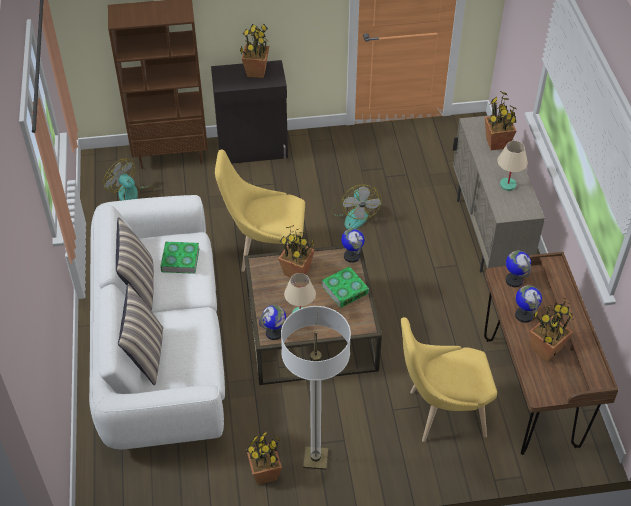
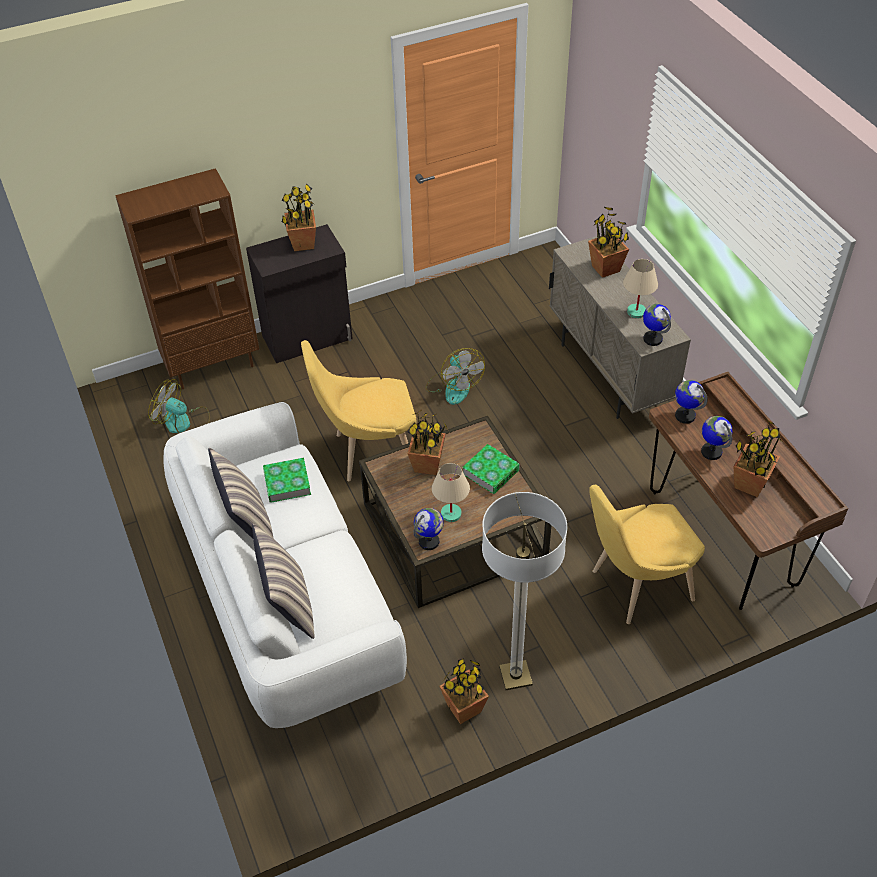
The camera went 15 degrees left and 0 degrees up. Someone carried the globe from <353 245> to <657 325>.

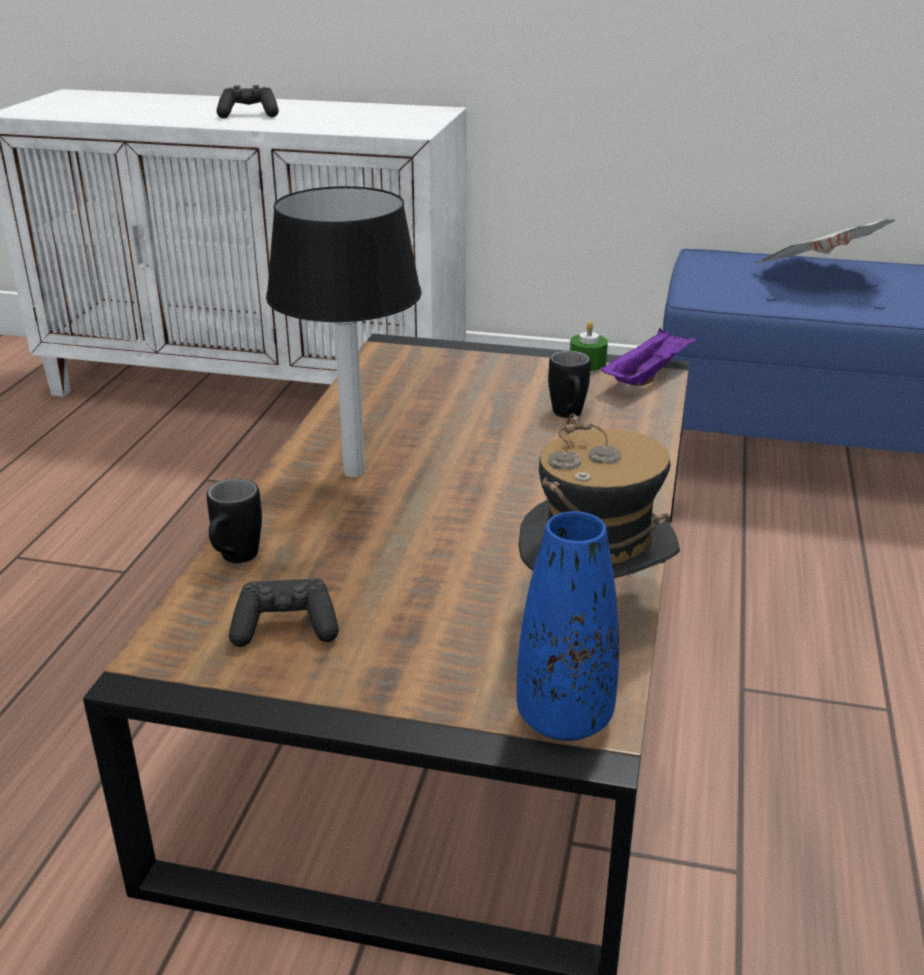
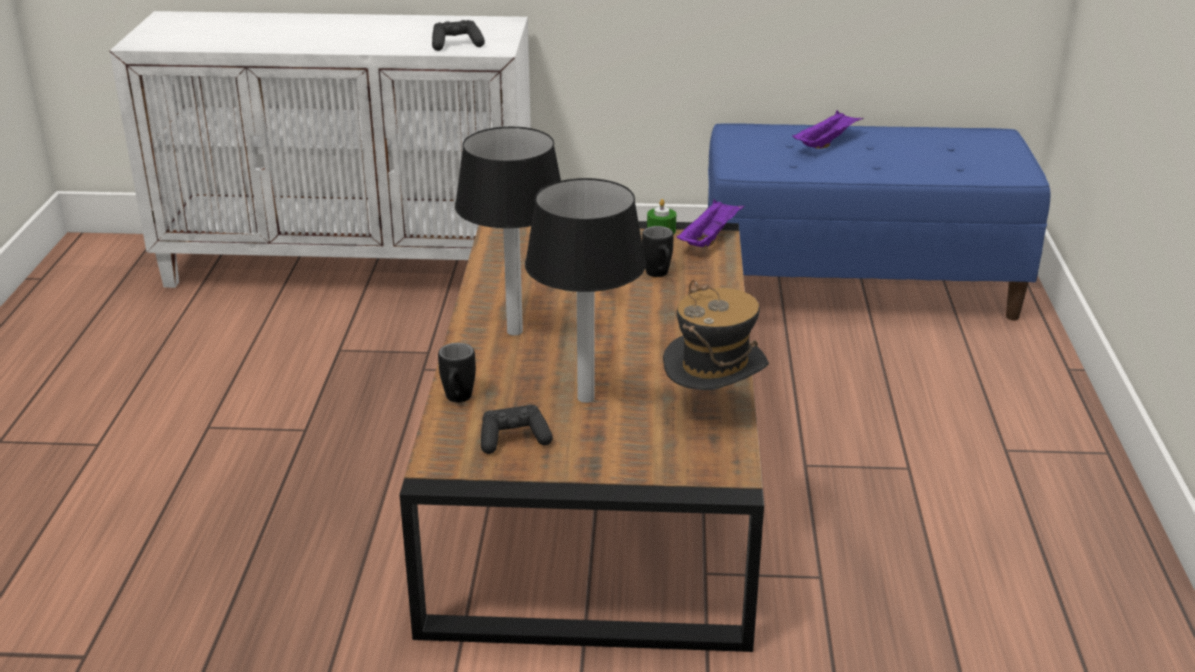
The camera went 10 degrees left and 0 degrees up. Someone carried the black game controller from <248 101> to <458 35>. Someone took away the blue vase at <568 626>. Someone swapped the newspaper at <825 241> for the purple tray at <828 129>. Someone put down the table lamp at <585 290>.

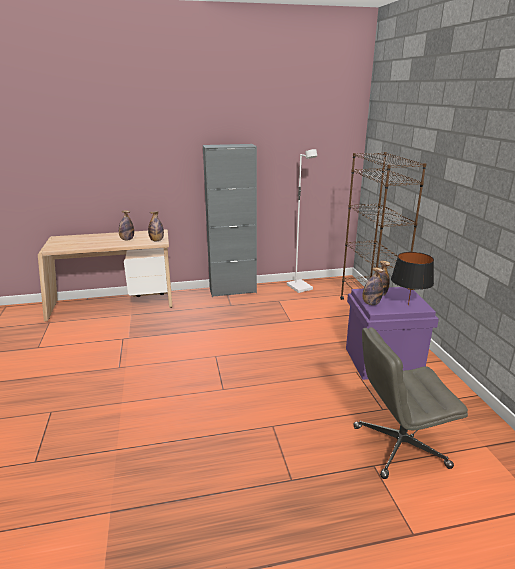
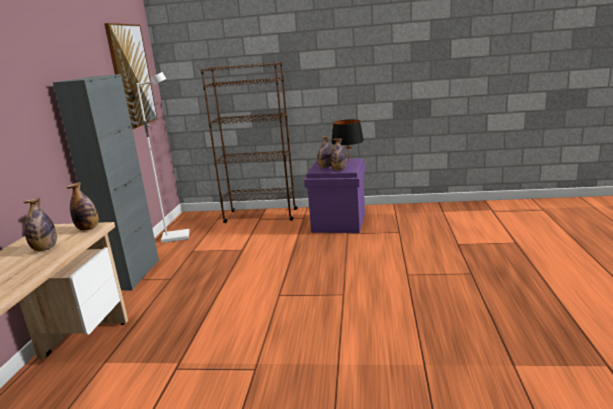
The camera went 70 degrees left and 5 degrees down. Someone took away the grey office chair at <411 403>. Someone put up the picture at <131 76>.

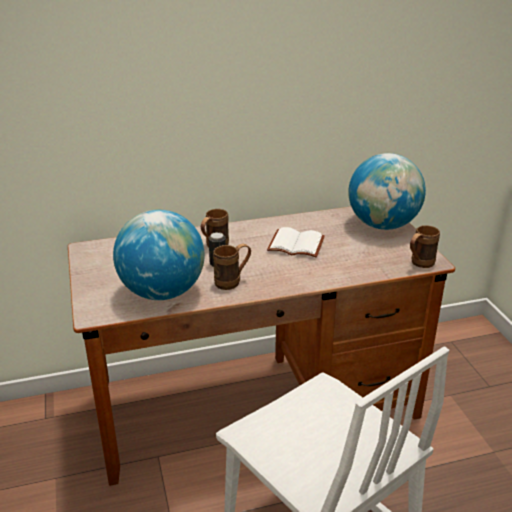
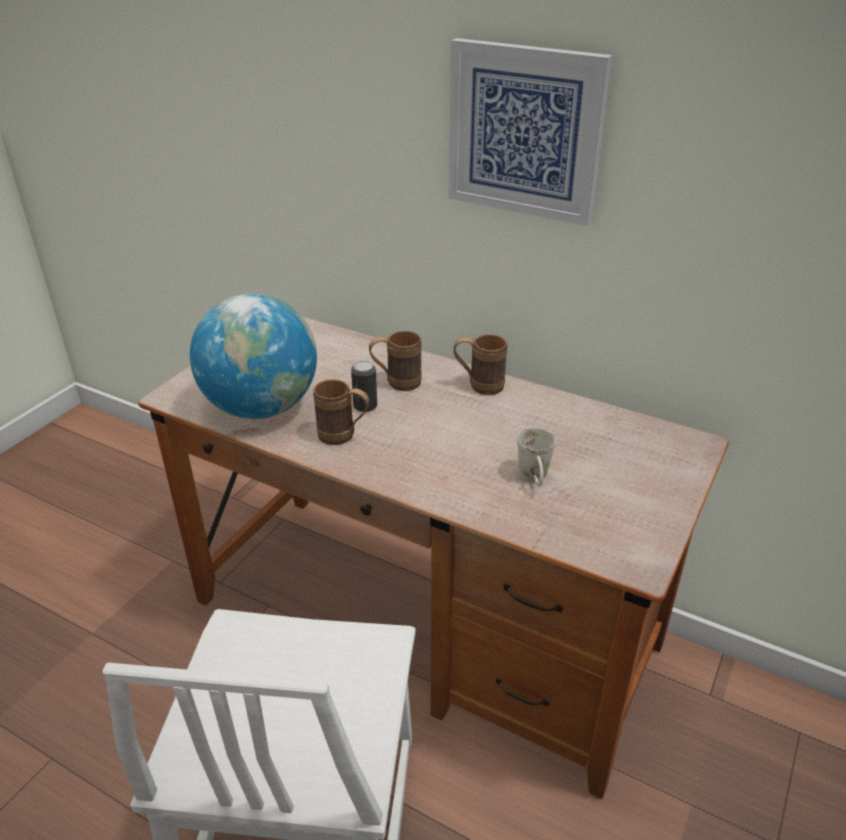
The camera went 45 degrees right and 5 degrees up. Someone took away the white book at <296 242>. Someone took away the globe at <387 191>. Someone carried the brown mug from <425 246> to <480 364>. Someone put up the picture at <530 132>. Someone put down the white mug at <536 456>.

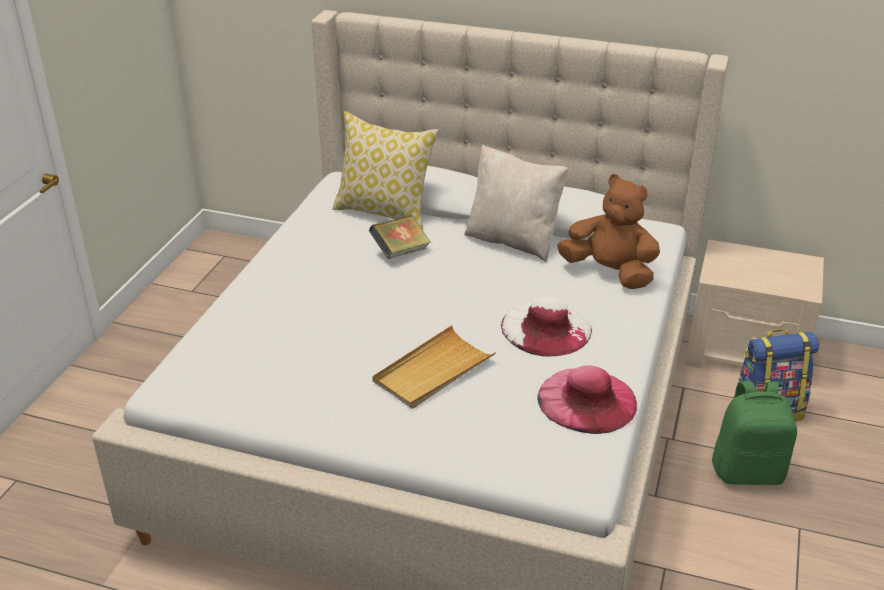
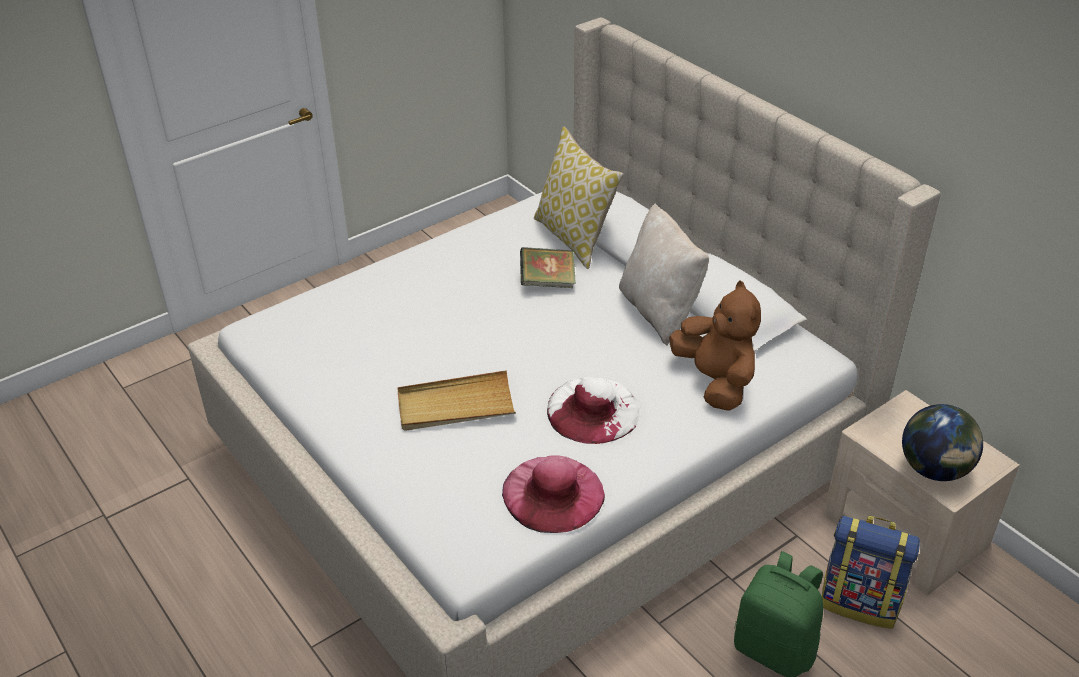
The camera went 35 degrees right and 5 degrees up. Someone put down the globe at <942 442>.

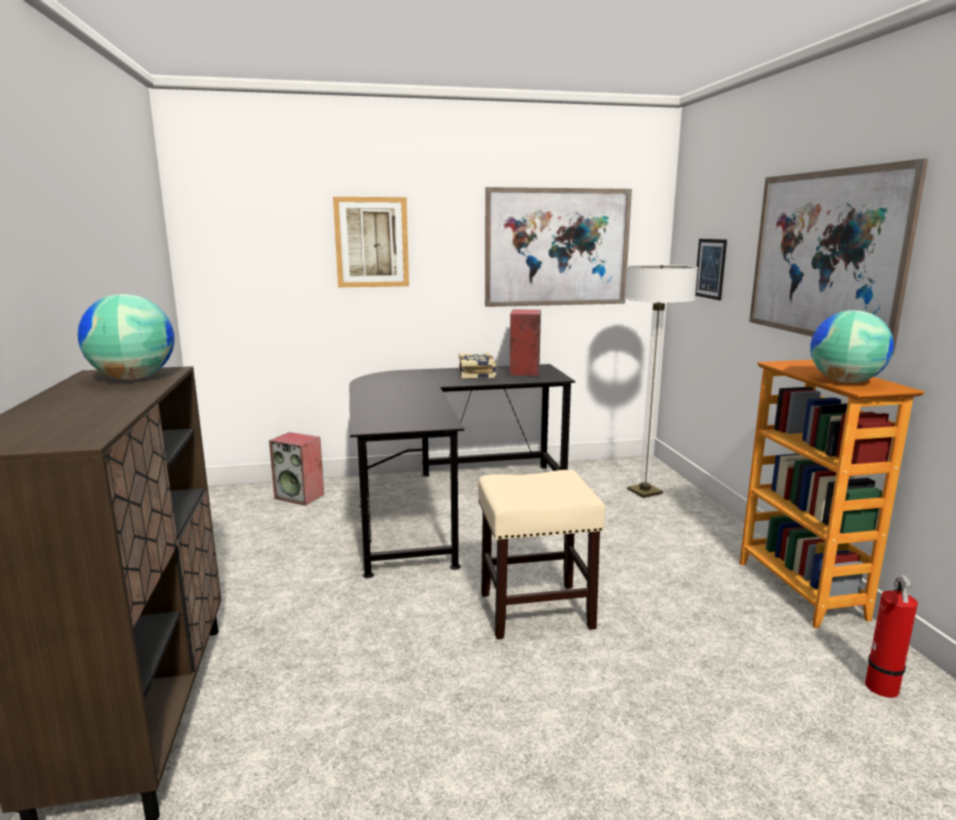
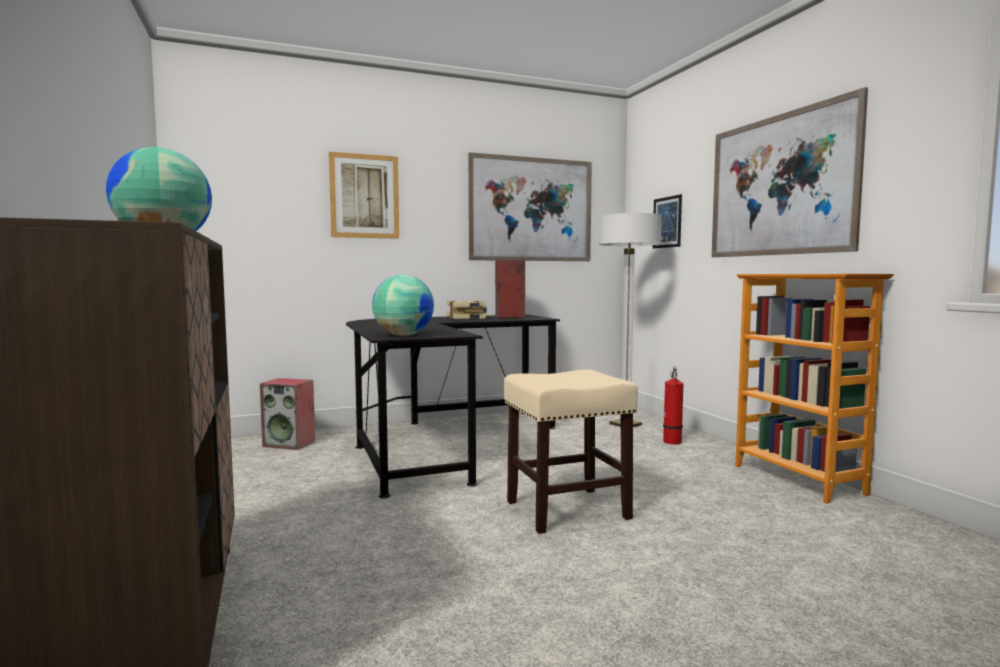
The camera went 10 degrees left and 10 degrees down. Someone carried the globe from <852 346> to <403 305>. Someone carried the fire extinguisher from <891 636> to <673 405>.

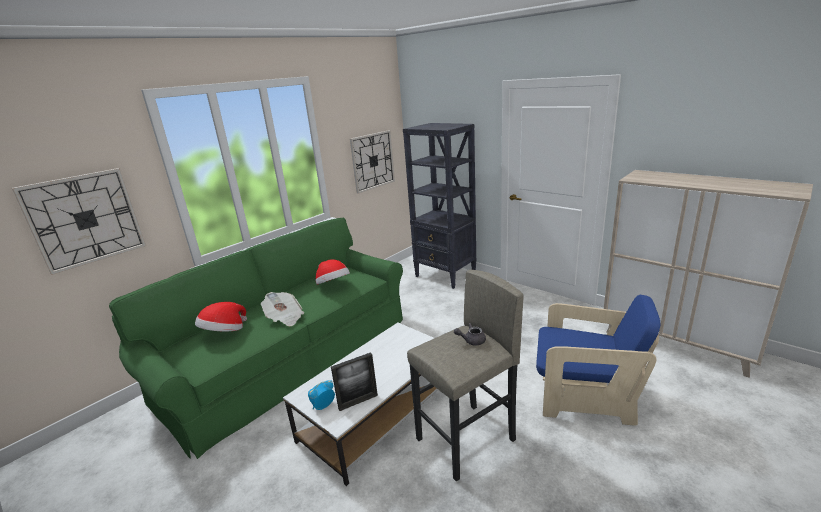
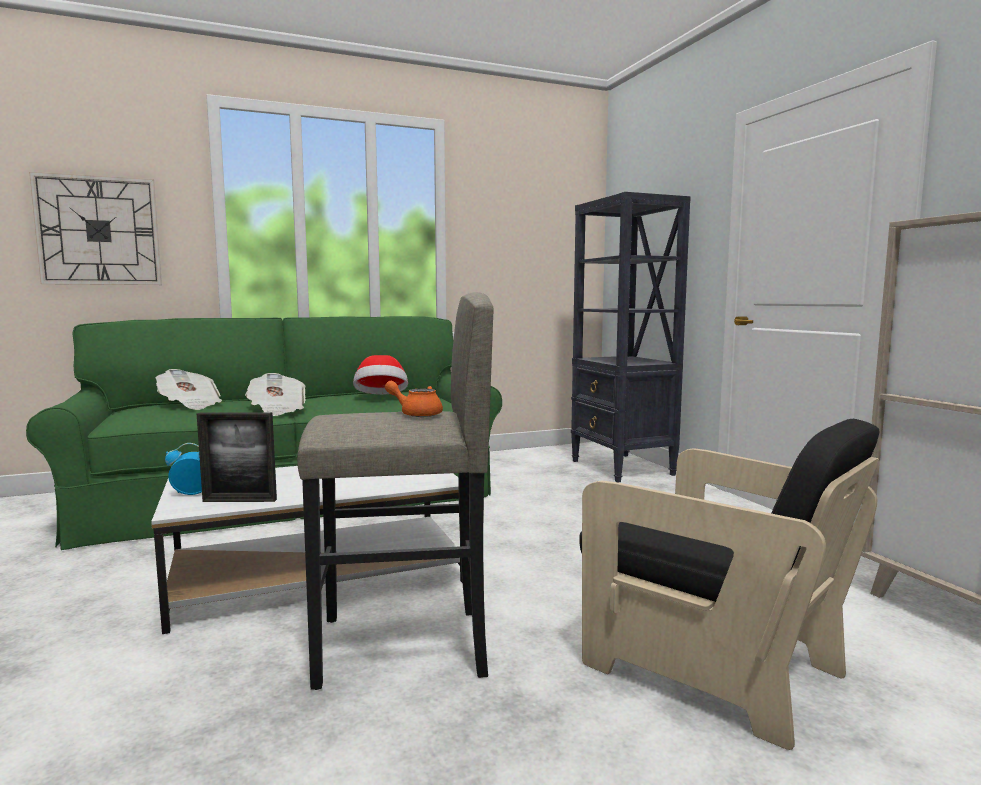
The camera went 25 degrees right and 15 degrees down. Someone swapped the hat at <221 316> for the newspaper at <189 389>. Someone took away the wall clock at <372 162>. Someone repainted the grey teapot at <470 334>, which became the orange teapot at <414 399>. Someone repainted the blue armchair at <598 360>, which became the black armchair at <729 584>.

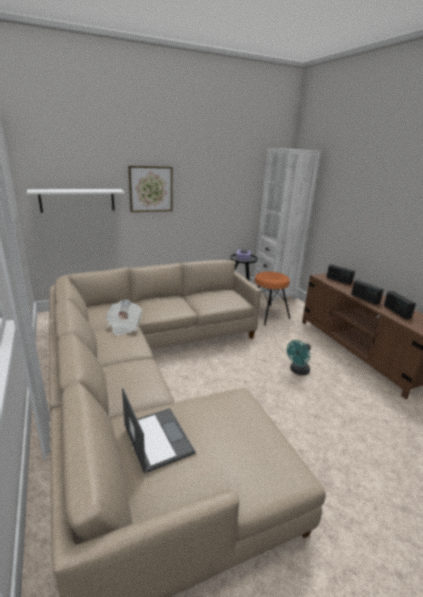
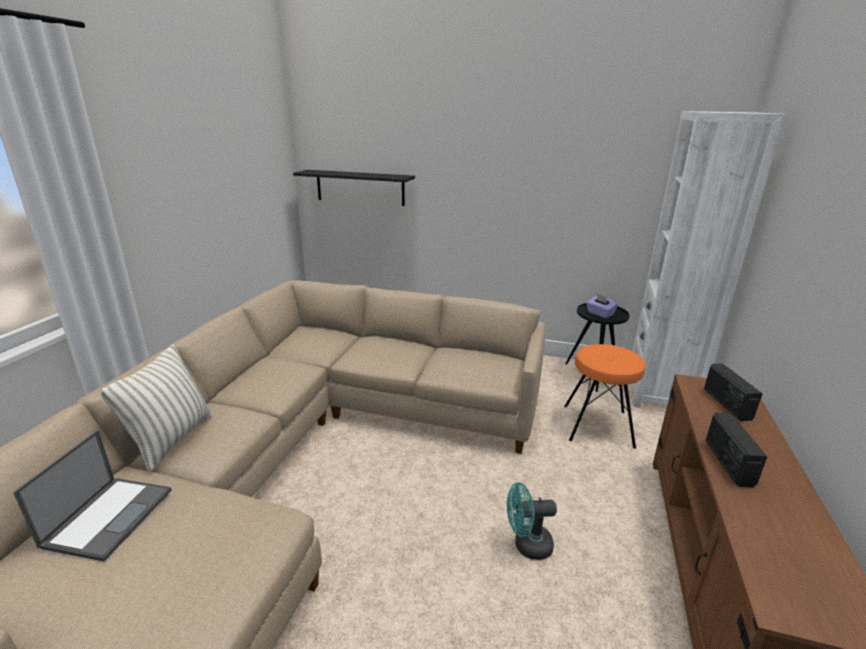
The camera went 40 degrees right and 0 degrees up. Someone repainted the white shelf at <76 201>, which became the black shelf at <354 188>. Someone took away the newspaper at <124 318>. Someone took away the picture at <150 189>. Someone took away the radio at <400 305>. Someone put down the pillow at <156 408>.

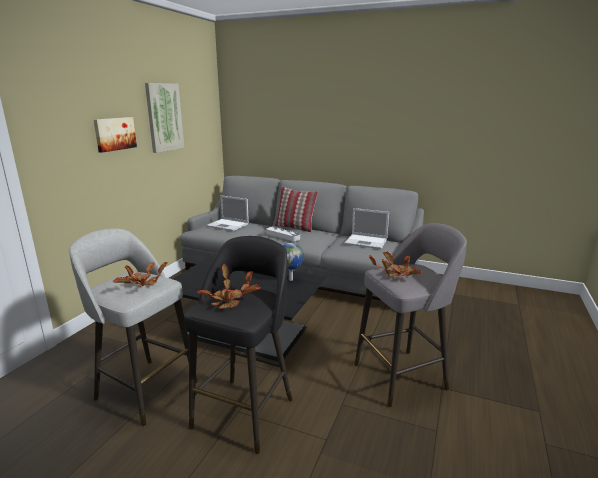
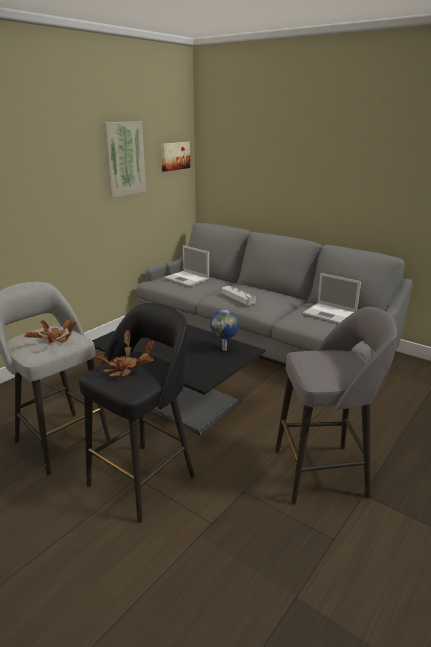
The camera went 15 degrees right and 5 degrees up. Someone carried the picture from <115 135> to <175 157>. Someone took away the pillow at <296 209>. Someone took away the potted plant at <395 265>.

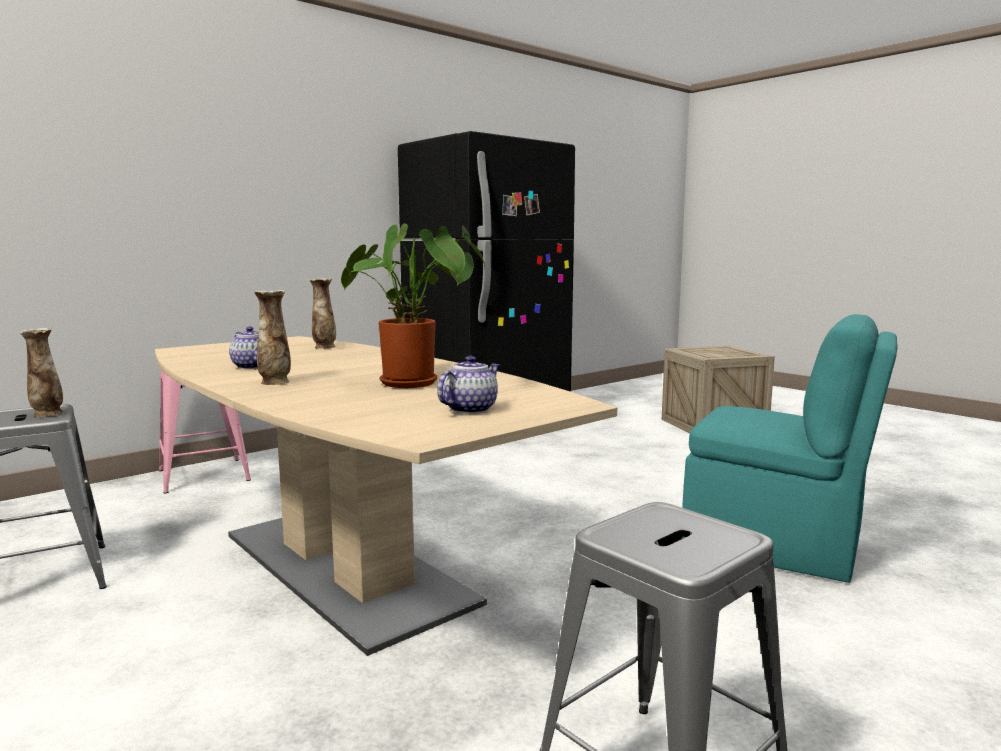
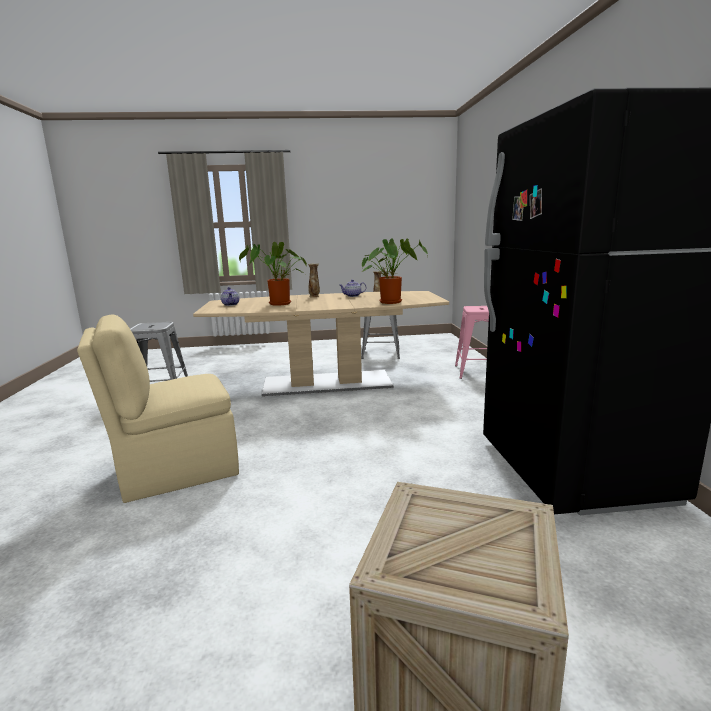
The camera went 125 degrees right and 5 degrees up. Someone swapped the vase at <322 313> for the potted plant at <395 271>. Someone repainted the turquoise chair at <790 448>, which became the beige chair at <158 408>.

